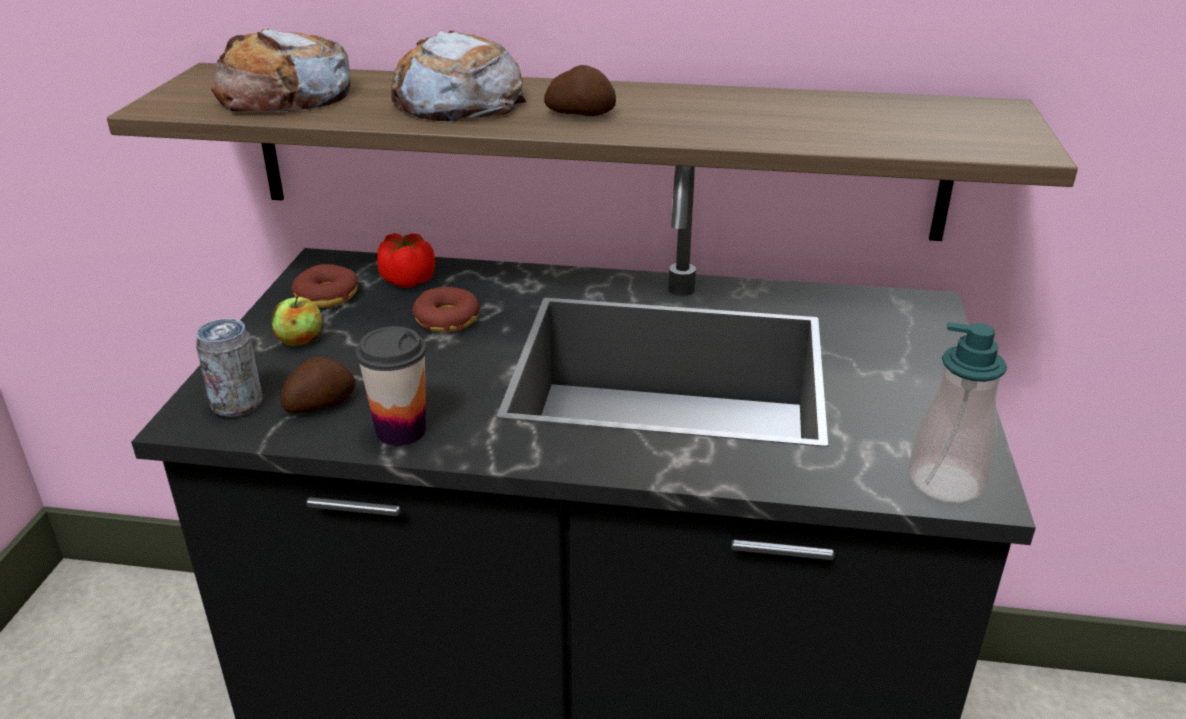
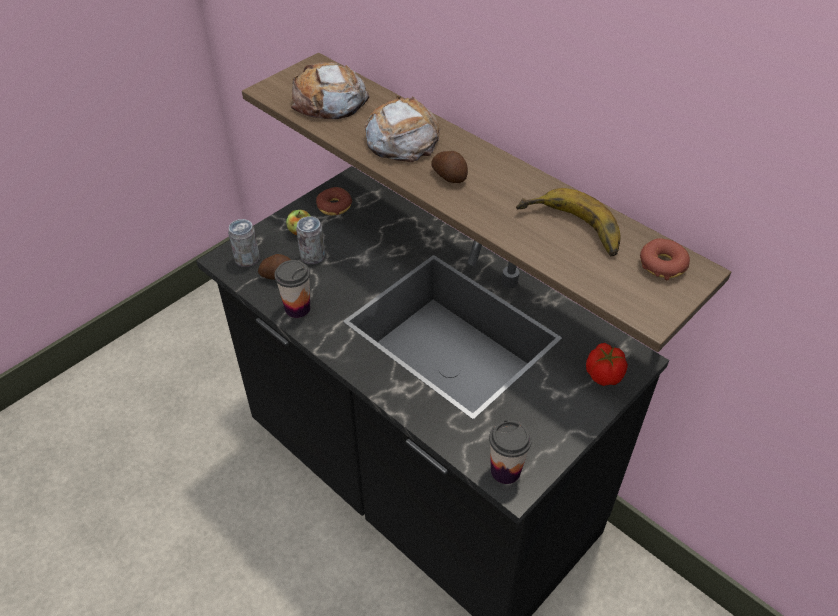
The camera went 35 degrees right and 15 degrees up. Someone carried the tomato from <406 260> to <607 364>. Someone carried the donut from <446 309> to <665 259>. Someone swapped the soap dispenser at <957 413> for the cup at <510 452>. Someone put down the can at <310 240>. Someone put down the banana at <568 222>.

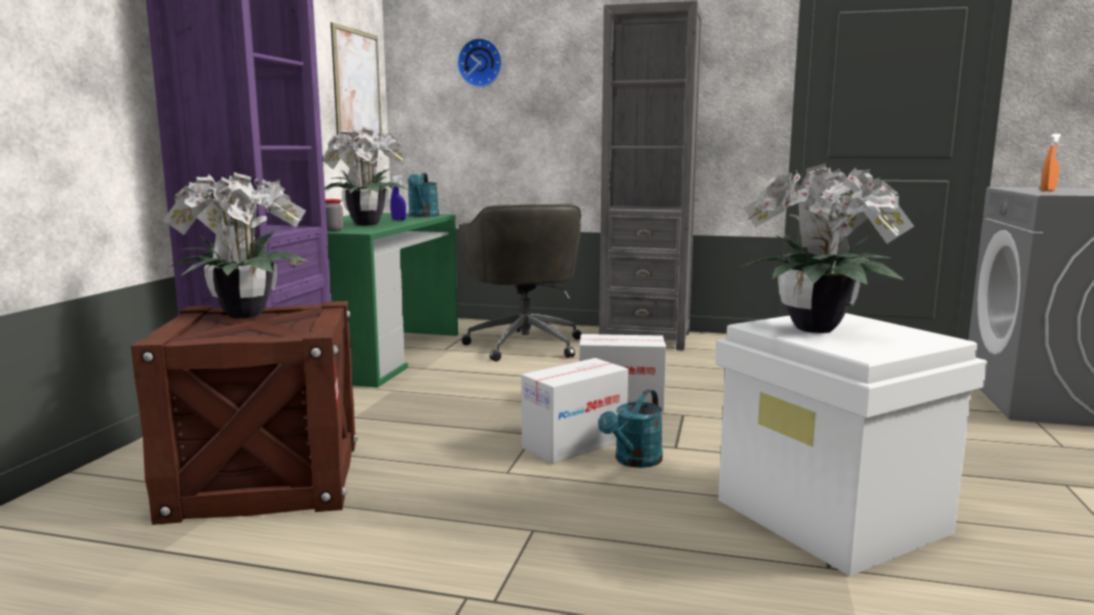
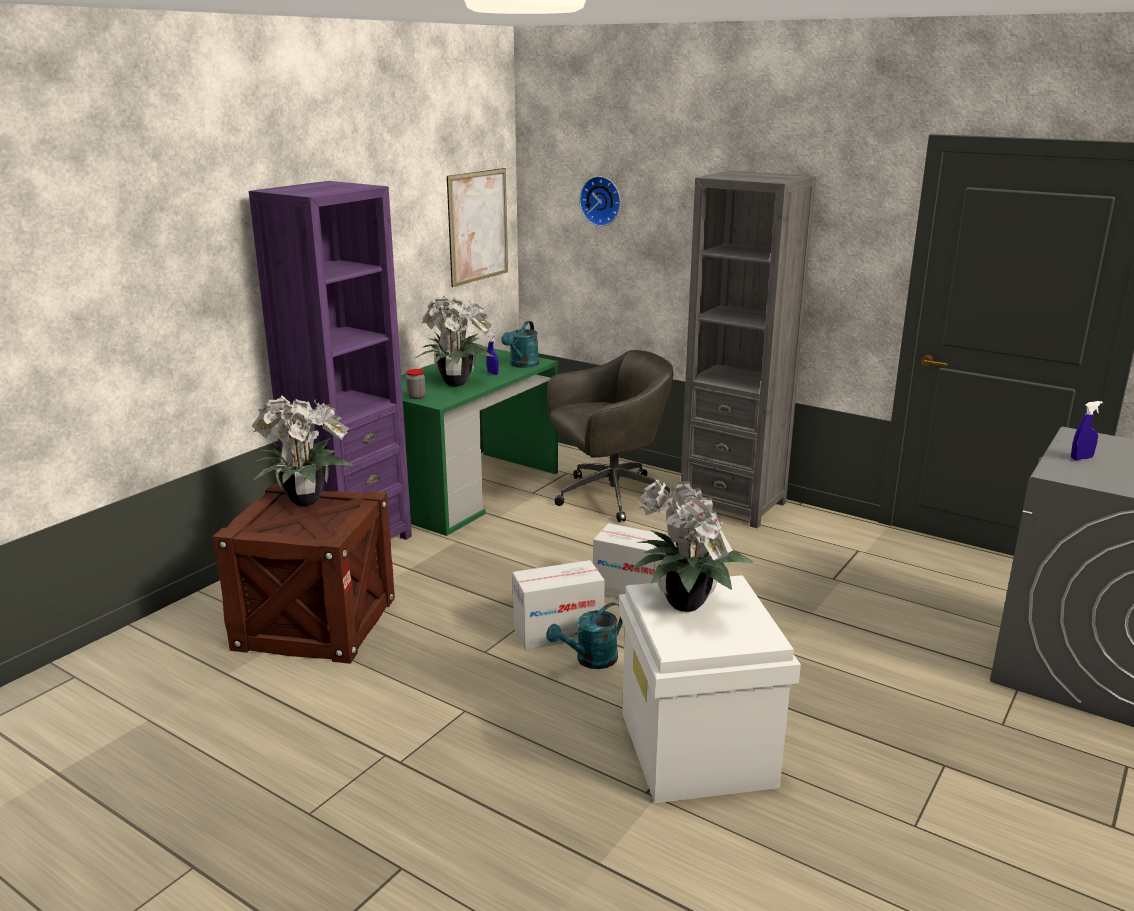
The camera went 20 degrees right and 10 degrees up. Someone rotated the grey office chair at <520 282> by 120 degrees counterclockwise. Someone repainted the orange spray bottle at <1051 162>, which became the blue spray bottle at <1087 430>.

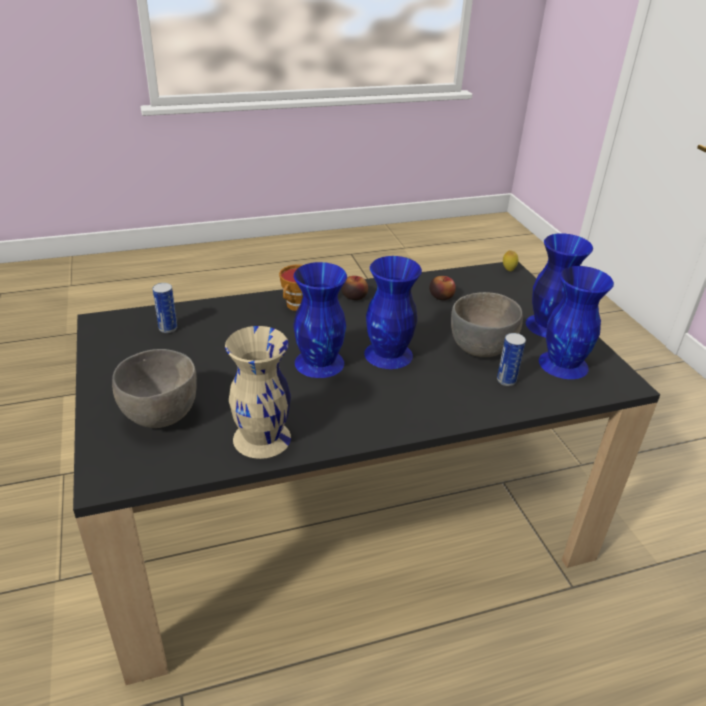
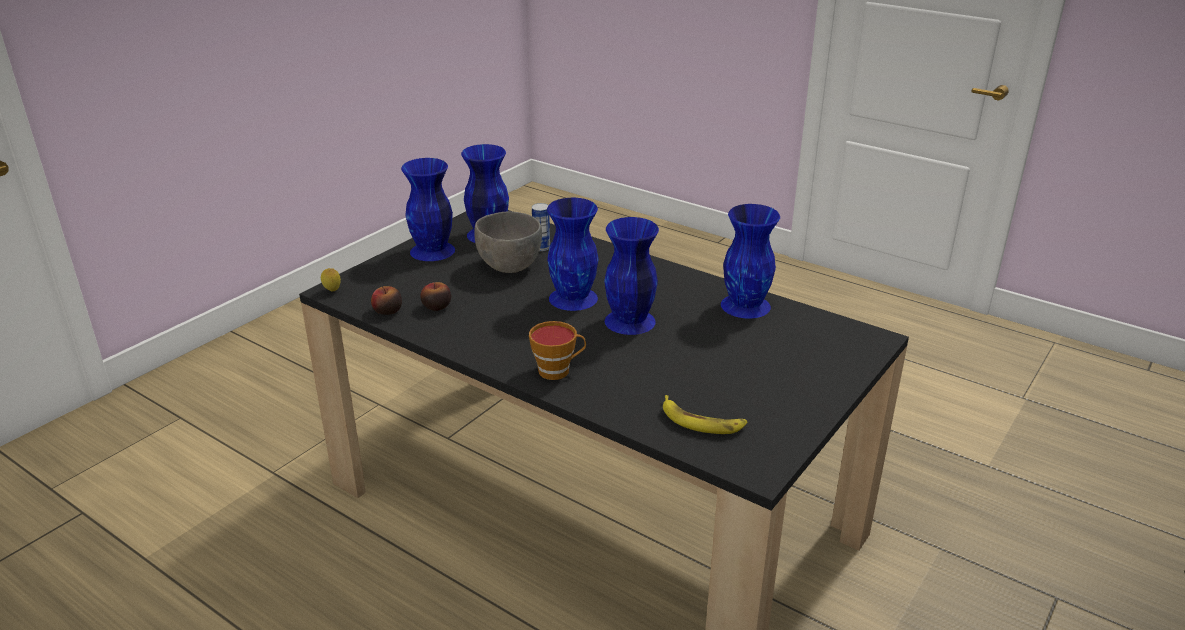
The camera went 125 degrees left and 5 degrees down. Someone took away the grey bowl at <154 388>. Someone swapped the can at <165 308> for the banana at <705 414>. Someone repainted the beige vase at <258 392>, which became the blue vase at <750 261>. Someone carried the apple from <355 288> to <386 300>.

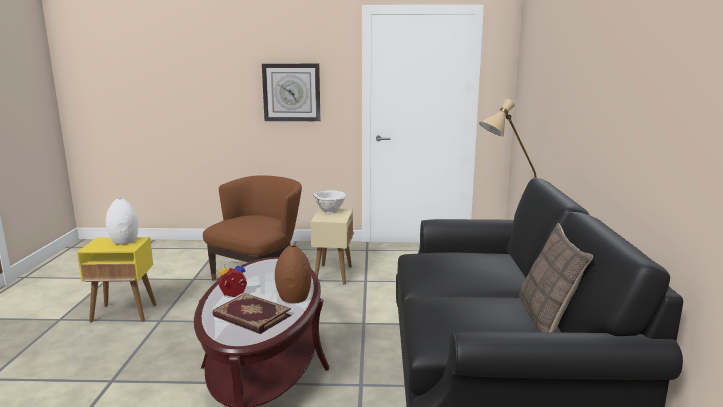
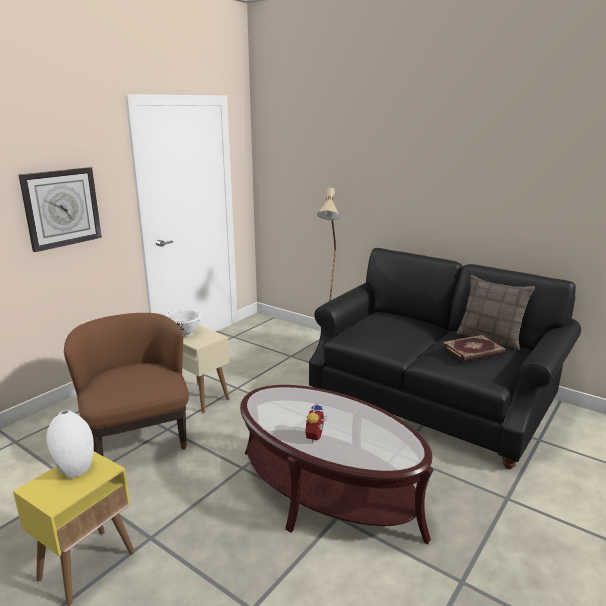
The camera went 55 degrees left and 5 degrees up. Someone carried the book from <251 313> to <474 348>. Someone took away the brown vase at <293 274>.

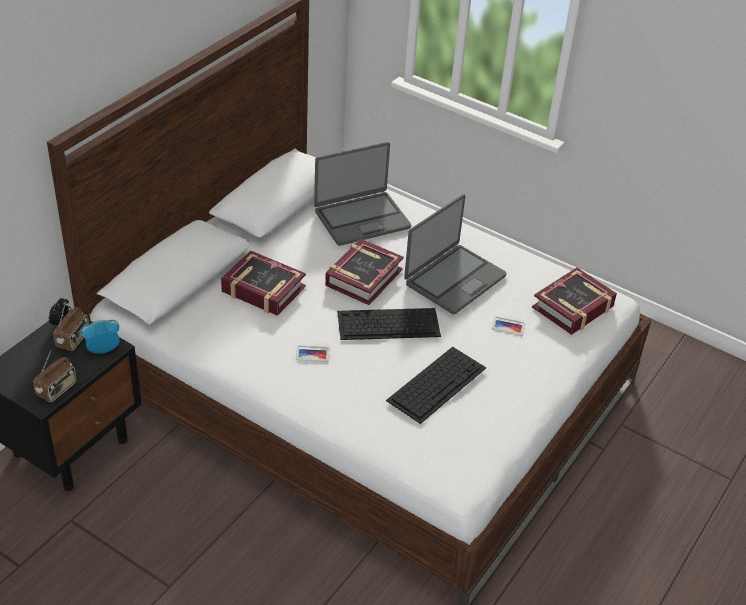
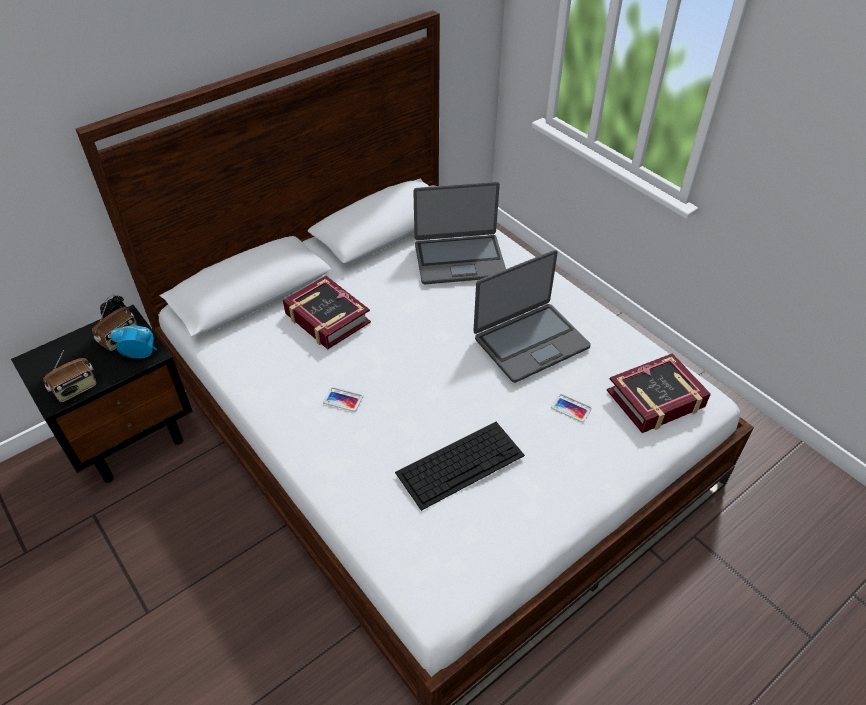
The camera went 20 degrees right and 5 degrees up. Someone took away the book at <364 272>. Someone took away the keyboard at <389 324>.

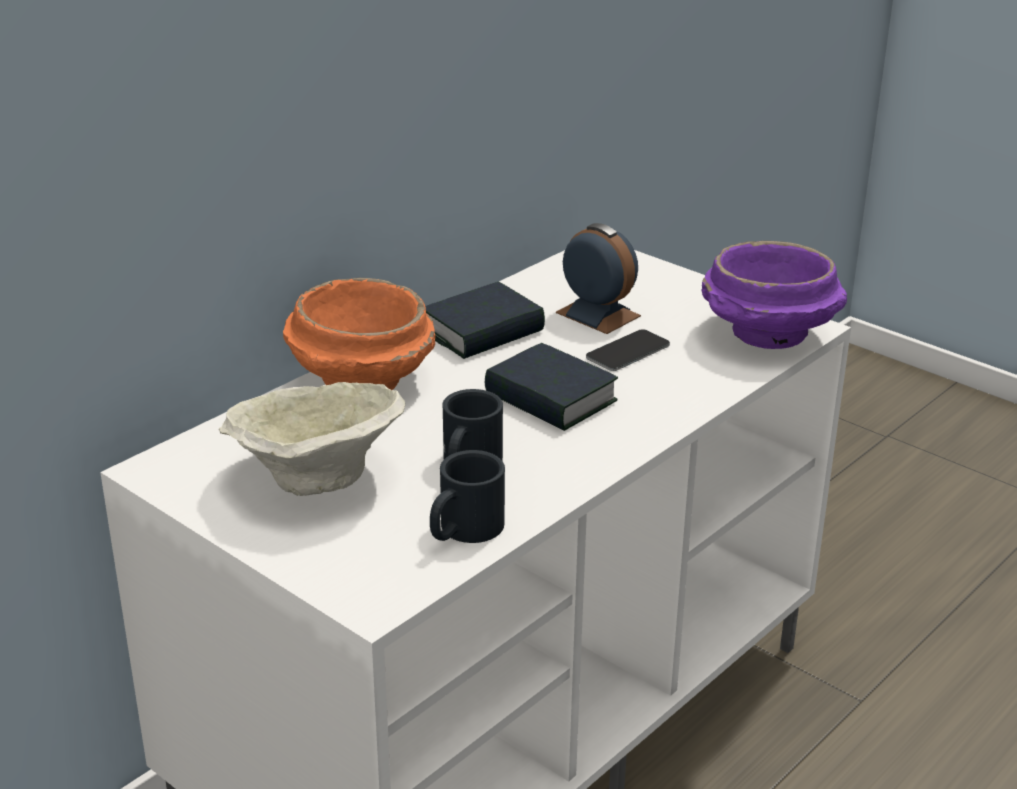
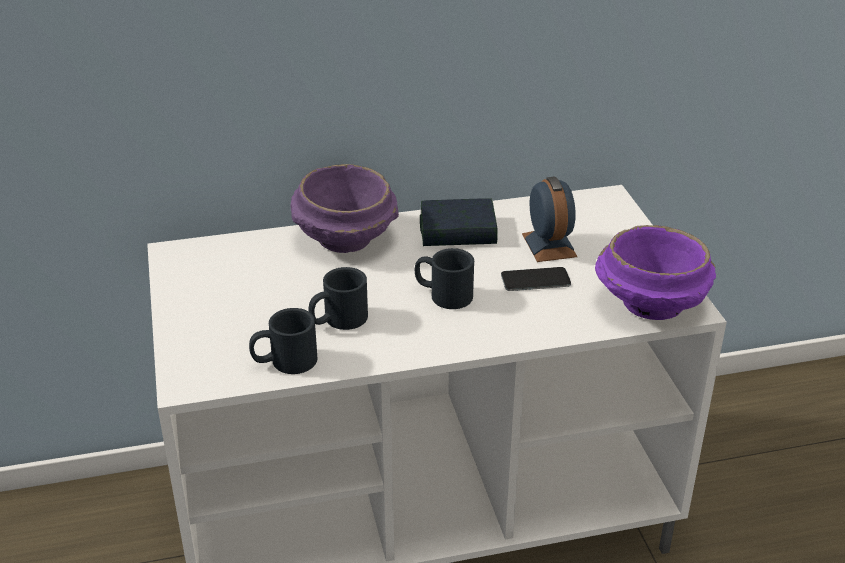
The camera went 35 degrees right and 5 degrees up. Someone took away the beige bowl at <312 439>. Someone repainted the orange bowl at <359 334>, which became the purple bowl at <344 208>. Someone swapped the book at <551 387> for the black mug at <444 278>.

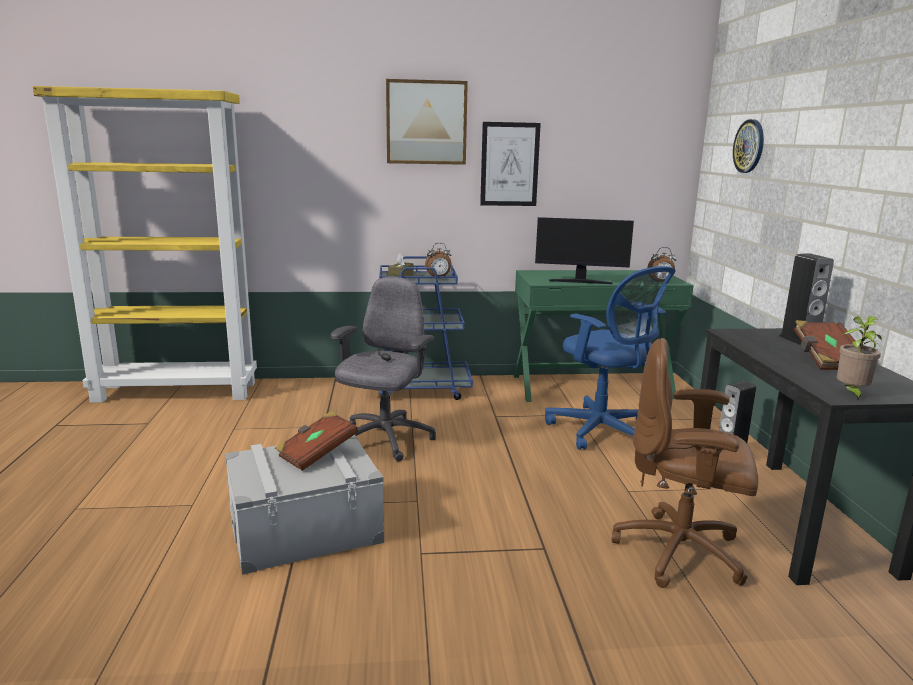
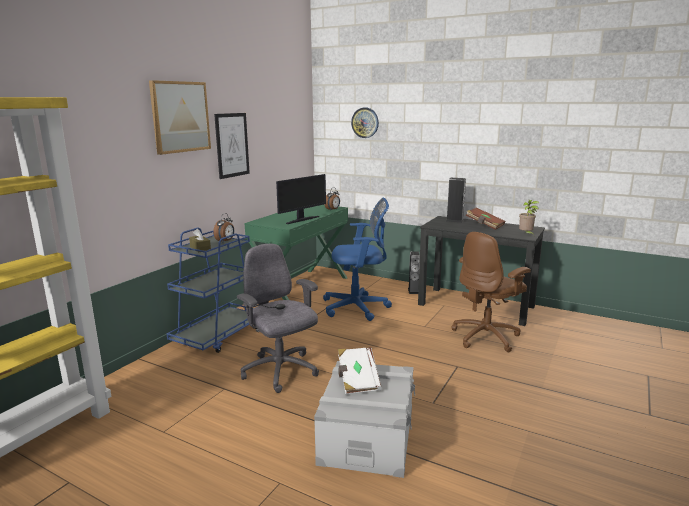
The camera went 55 degrees left and 0 degrees up. Someone repainted the brown book at <316 441>, which became the white book at <360 371>.

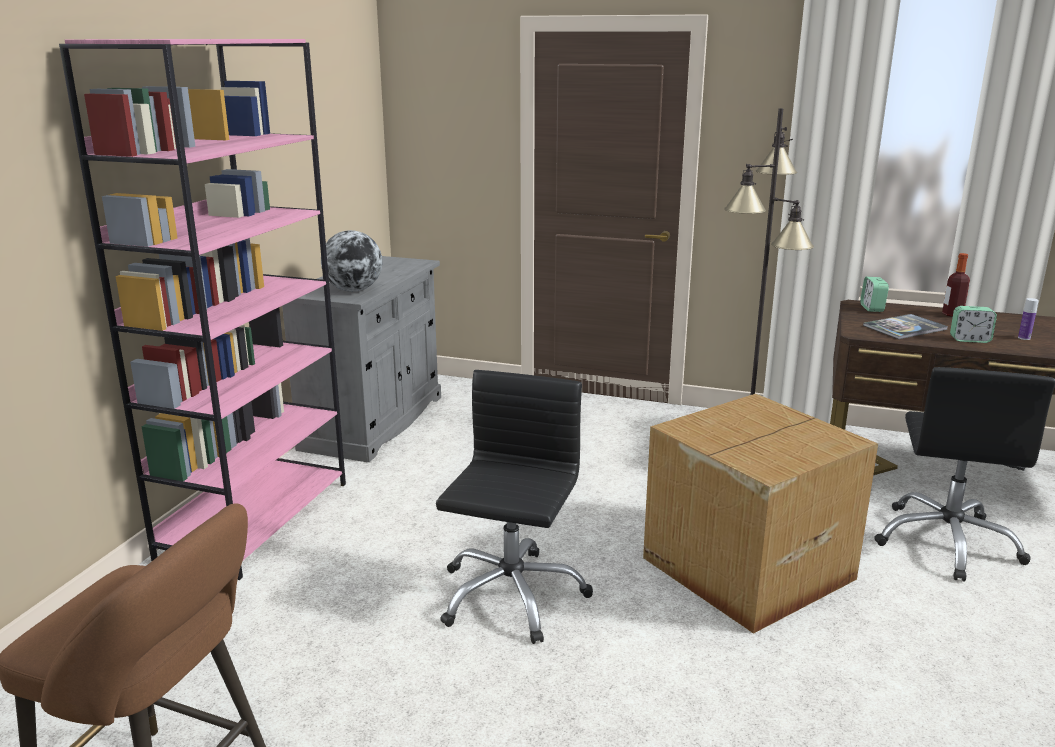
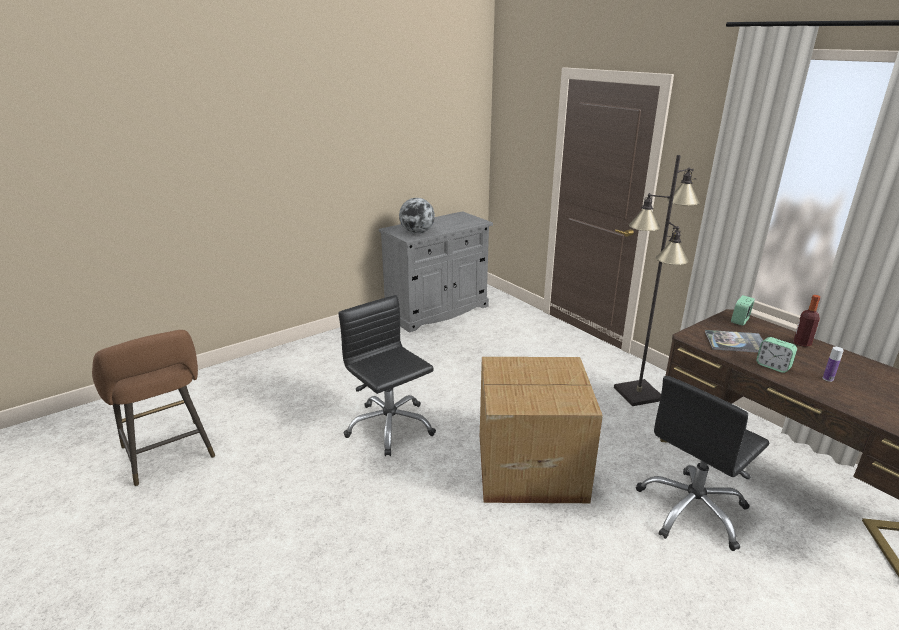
The camera went 35 degrees right and 5 degrees up. Someone took away the pink bookcase at <202 309>. Someone rotated the black office chair at <514 507> by 90 degrees counterclockwise.

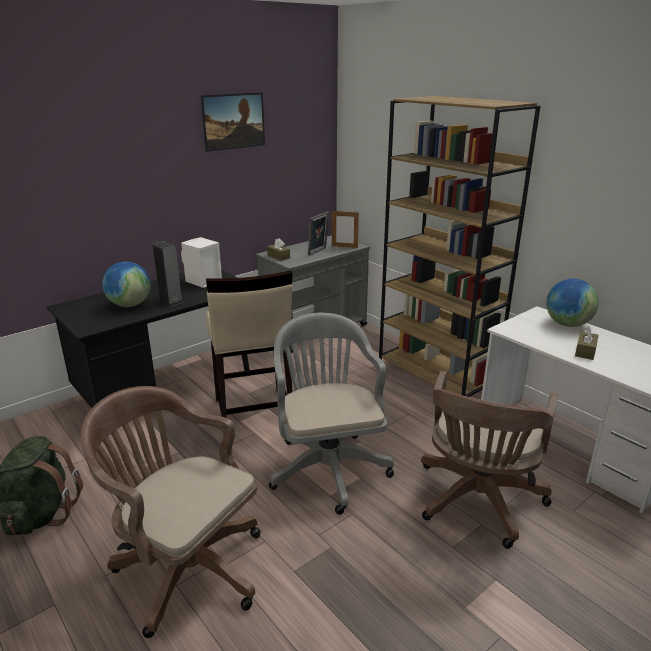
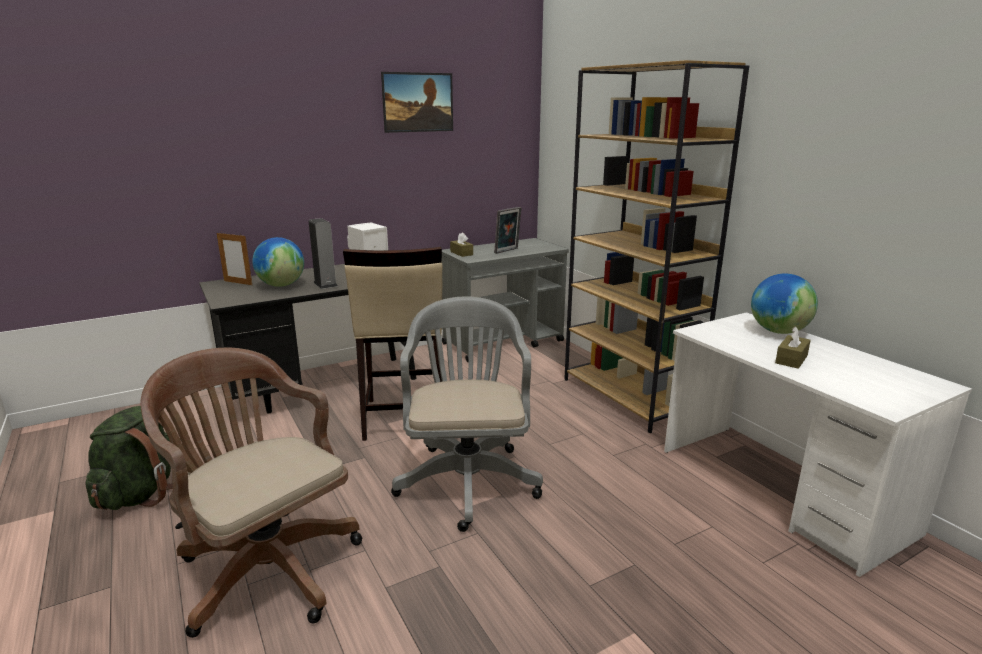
The camera went 10 degrees right and 5 degrees down. Someone carried the picture frame from <345 229> to <234 259>. Someone took away the brown office chair at <489 460>.

